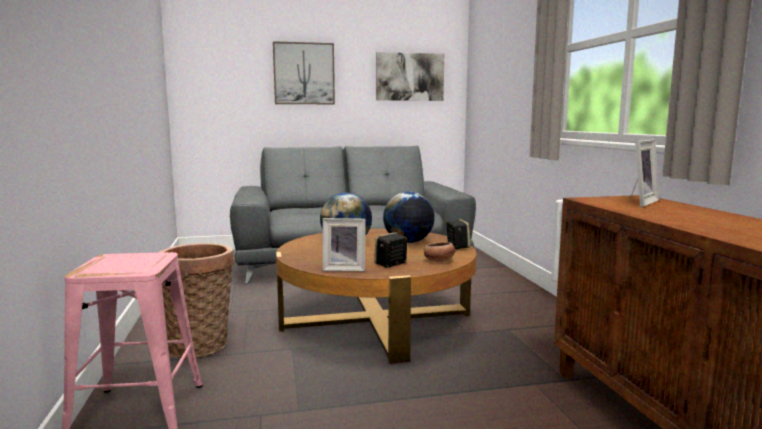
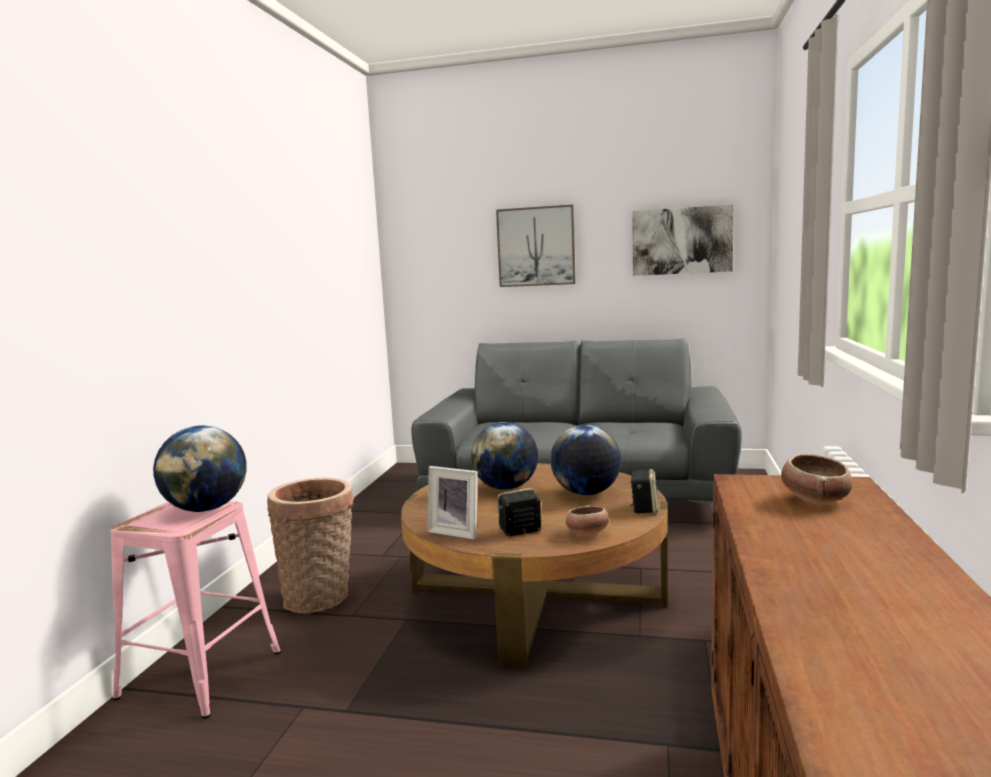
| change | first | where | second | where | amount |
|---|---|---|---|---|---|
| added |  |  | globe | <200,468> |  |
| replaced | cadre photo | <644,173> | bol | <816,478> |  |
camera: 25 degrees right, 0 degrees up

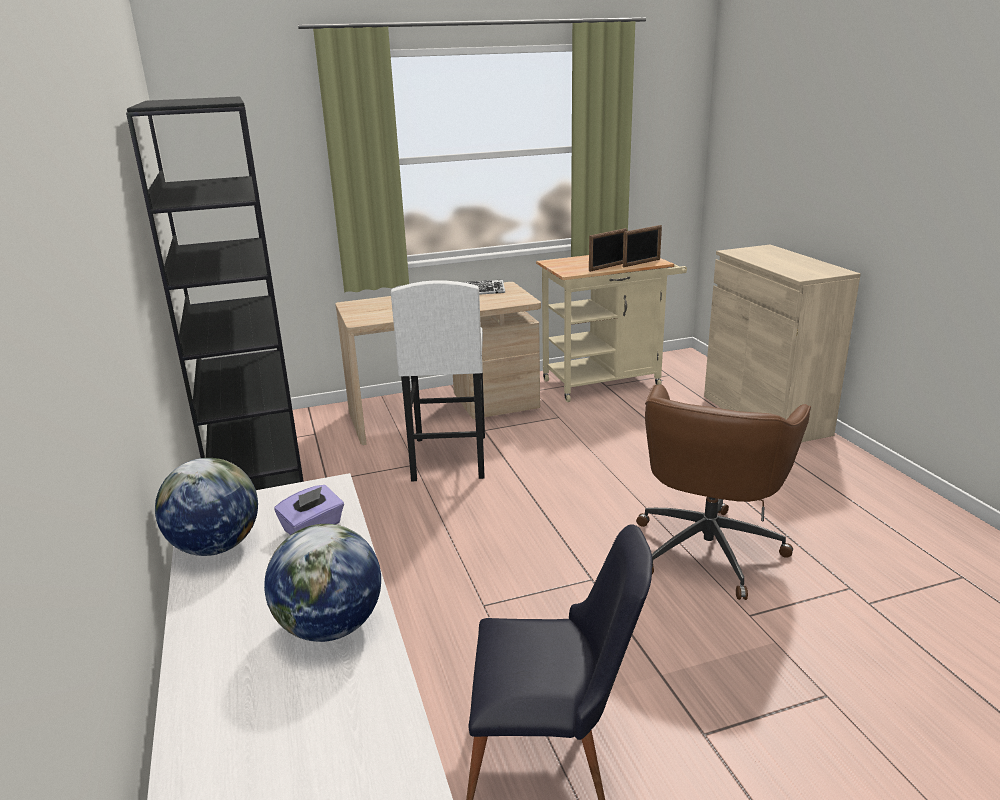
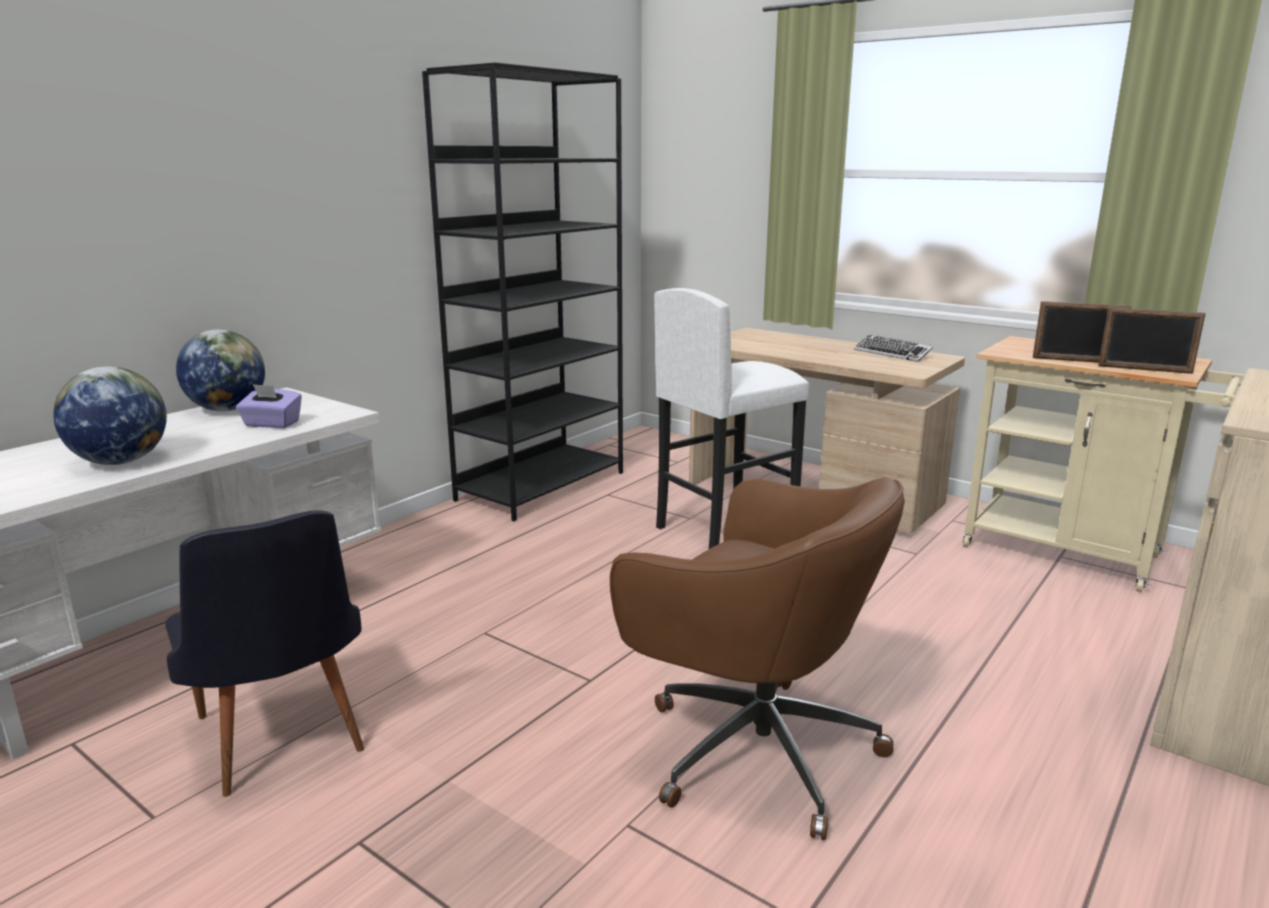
| change | first | where | second | where | amount |
|---|---|---|---|---|---|
| turned | chaise de bureau (marron) | <723,492> |  | <757,658> | 135 degrees counterclockwise |
camera: 55 degrees right, 5 degrees down

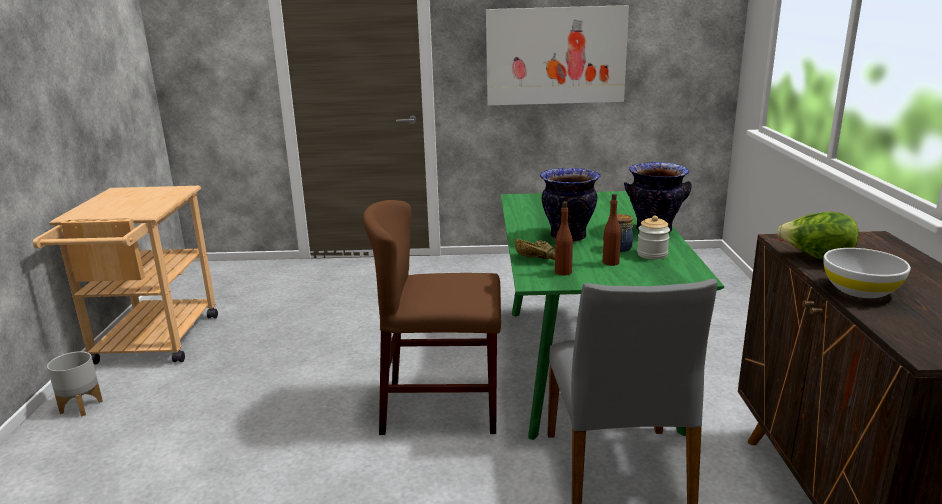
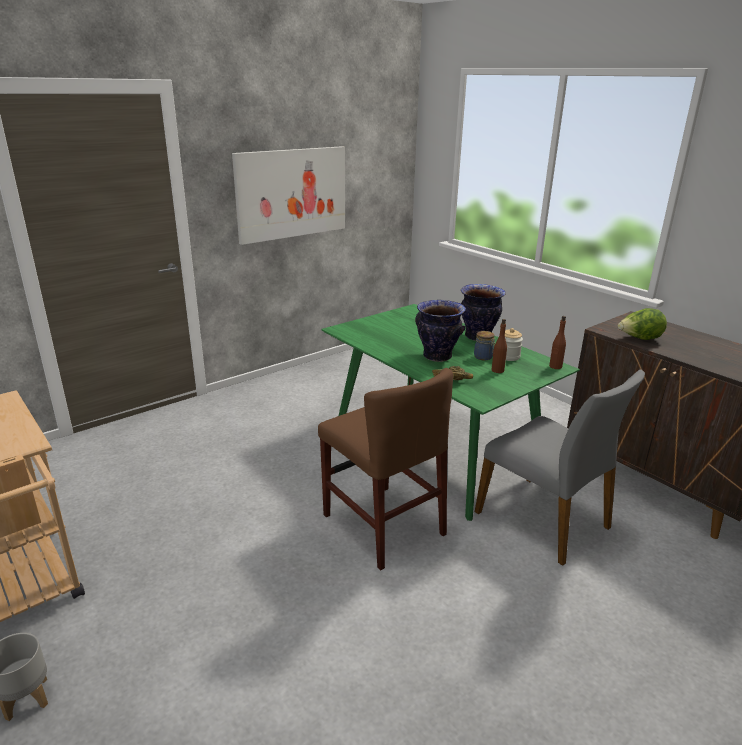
| change | first | where | second | where | amount |
|---|---|---|---|---|---|
| removed | bol (blanc) | <867,273> |  |  |  |
| moved | bouteille (marron) | <564,238> |  | <557,342> |  |
| turned | chaise (marron) | <432,317> |  | <385,469> | 90 degrees counterclockwise |
camera: 40 degrees left, 5 degrees up

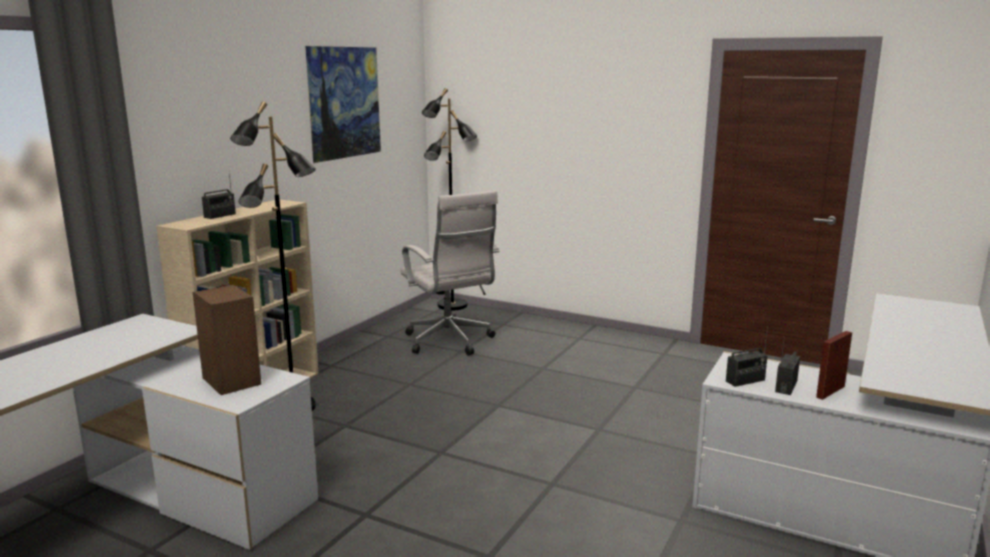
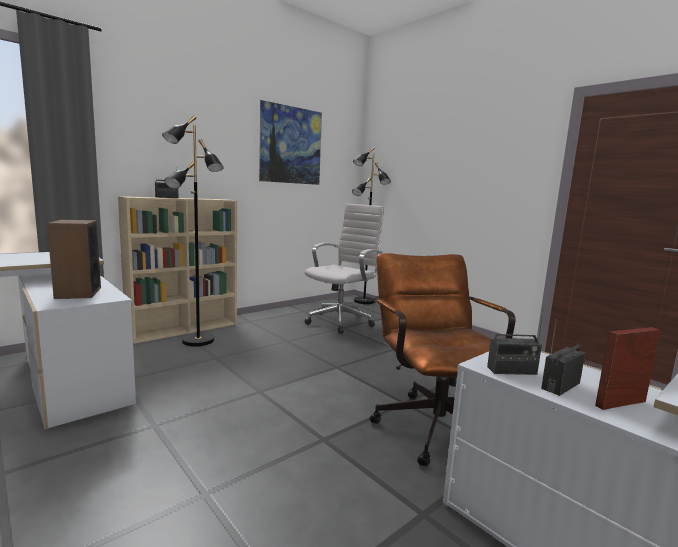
| change | first | where | second | where | amount |
|---|---|---|---|---|---|
| added |  |  | chaise de bureau (marron) | <442,359> |  |
| turned | chaise de bureau (blanc) | <450,273> |  | <344,269> | 135 degrees counterclockwise |
camera: 20 degrees right, 5 degrees down

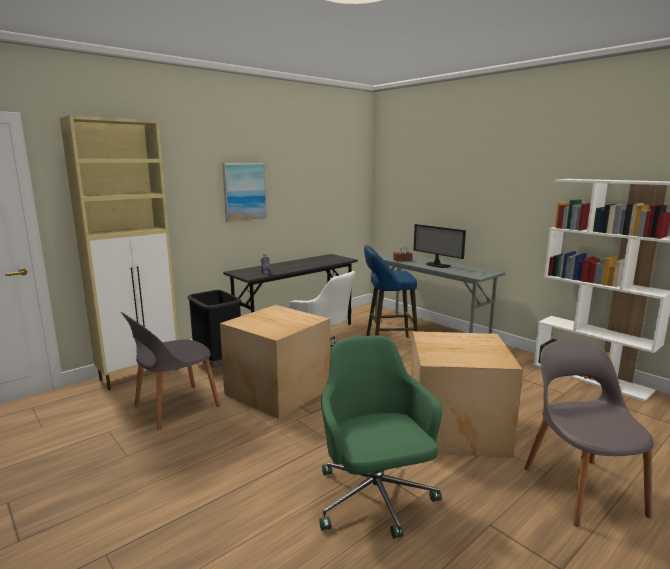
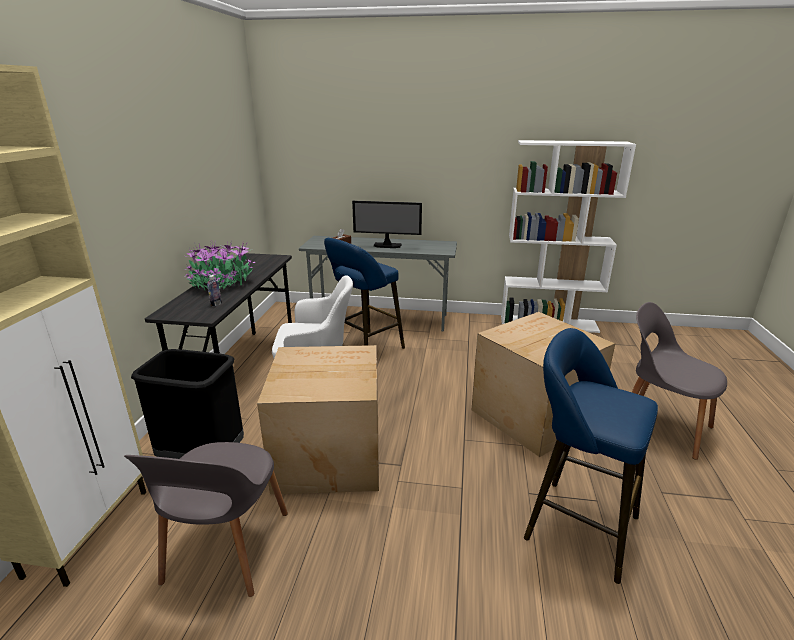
| change | first | where | second | where | amount |
|---|---|---|---|---|---|
| removed | tableau | <244,192> |  |  |  |
| added |  |  | plante en pot | <219,265> |  |
| replaced | chaise de bureau (vert) | <380,436> | tabouret (bleu) | <591,456> |  |
camera: 40 degrees left, 10 degrees up

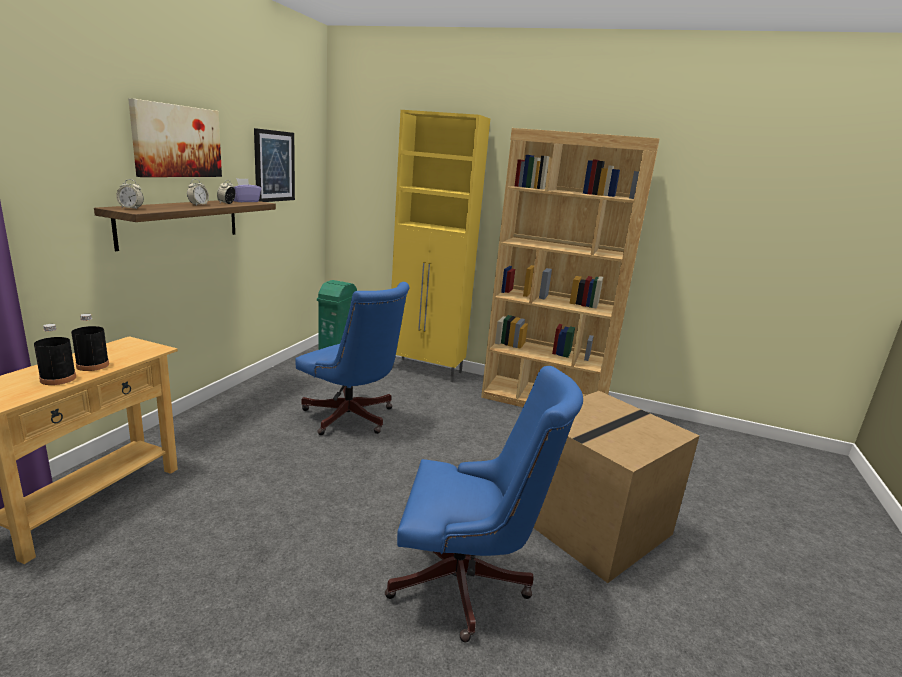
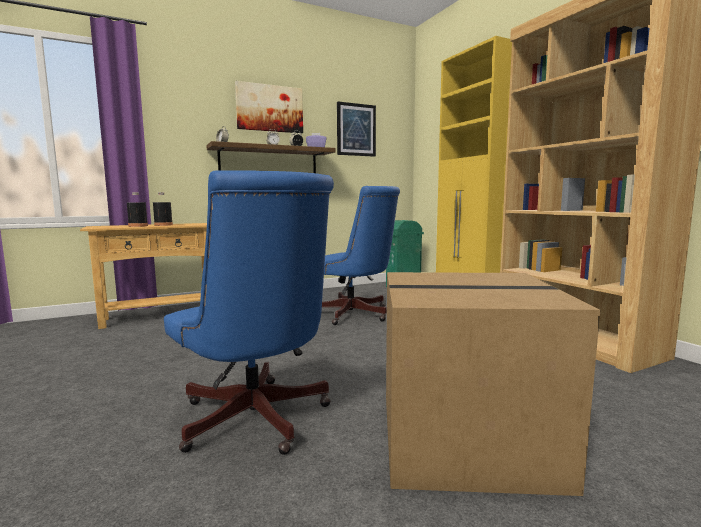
| change | first | where | second | where | amount |
|---|---|---|---|---|---|
| turned | chaise de bureau (bleu) | <352,358> |  | <361,255> | 45 degrees counterclockwise |
camera: 45 degrees right, 10 degrees down

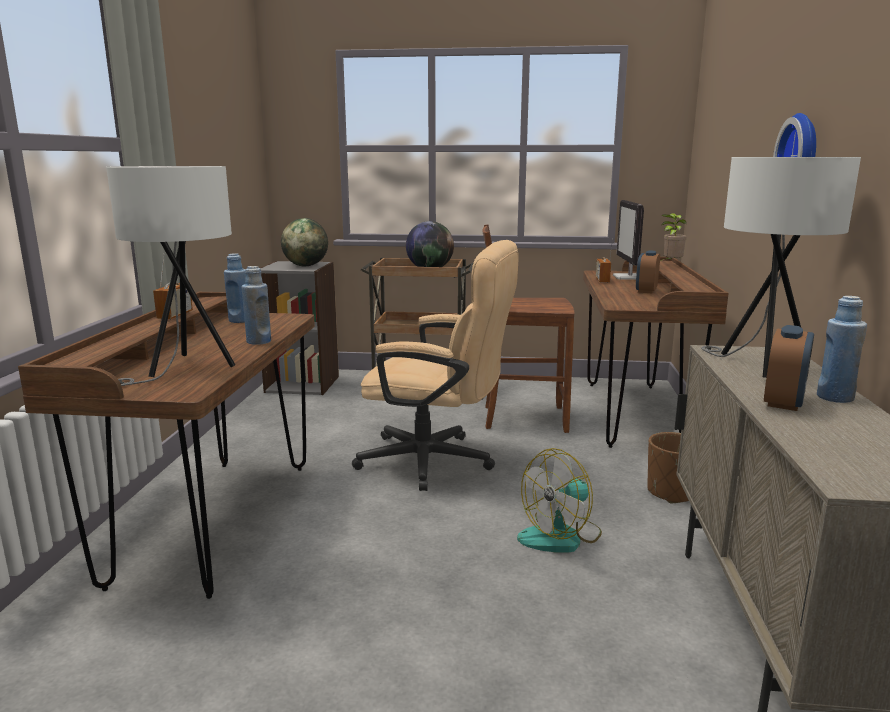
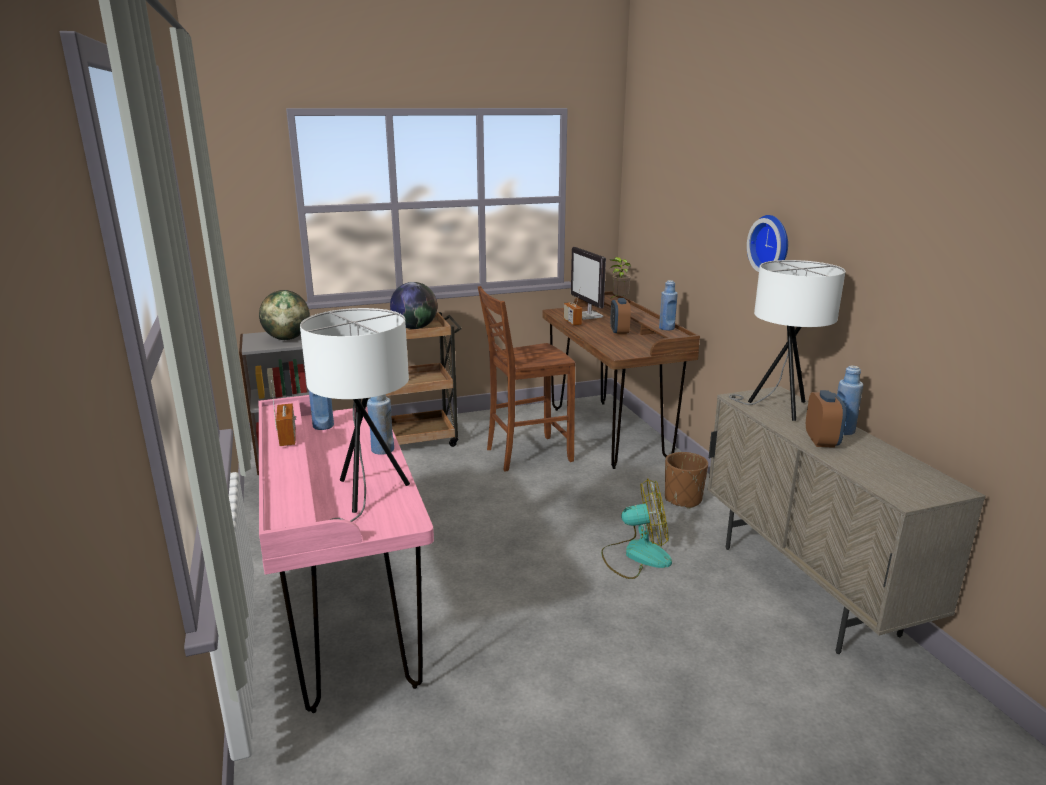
| change | first | where | second | where | amount |
|---|---|---|---|---|---|
| removed | chaise de bureau (beige) | <435,365> |  |  |  |
| added |  |  | bouteille (bleu) | <668,305> |  |
| recoloured | bureau (marron) | <166,445> | bureau (rose) | <346,554> |  |
| turned | ventilateur | <559,500> |  | <636,528> | 120 degrees counterclockwise |
camera: 25 degrees left, 5 degrees up

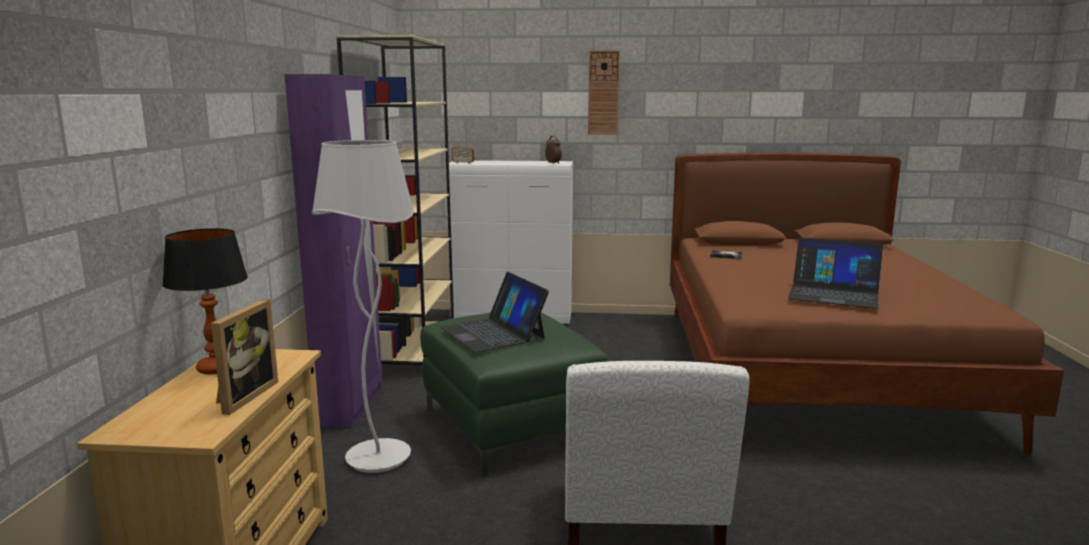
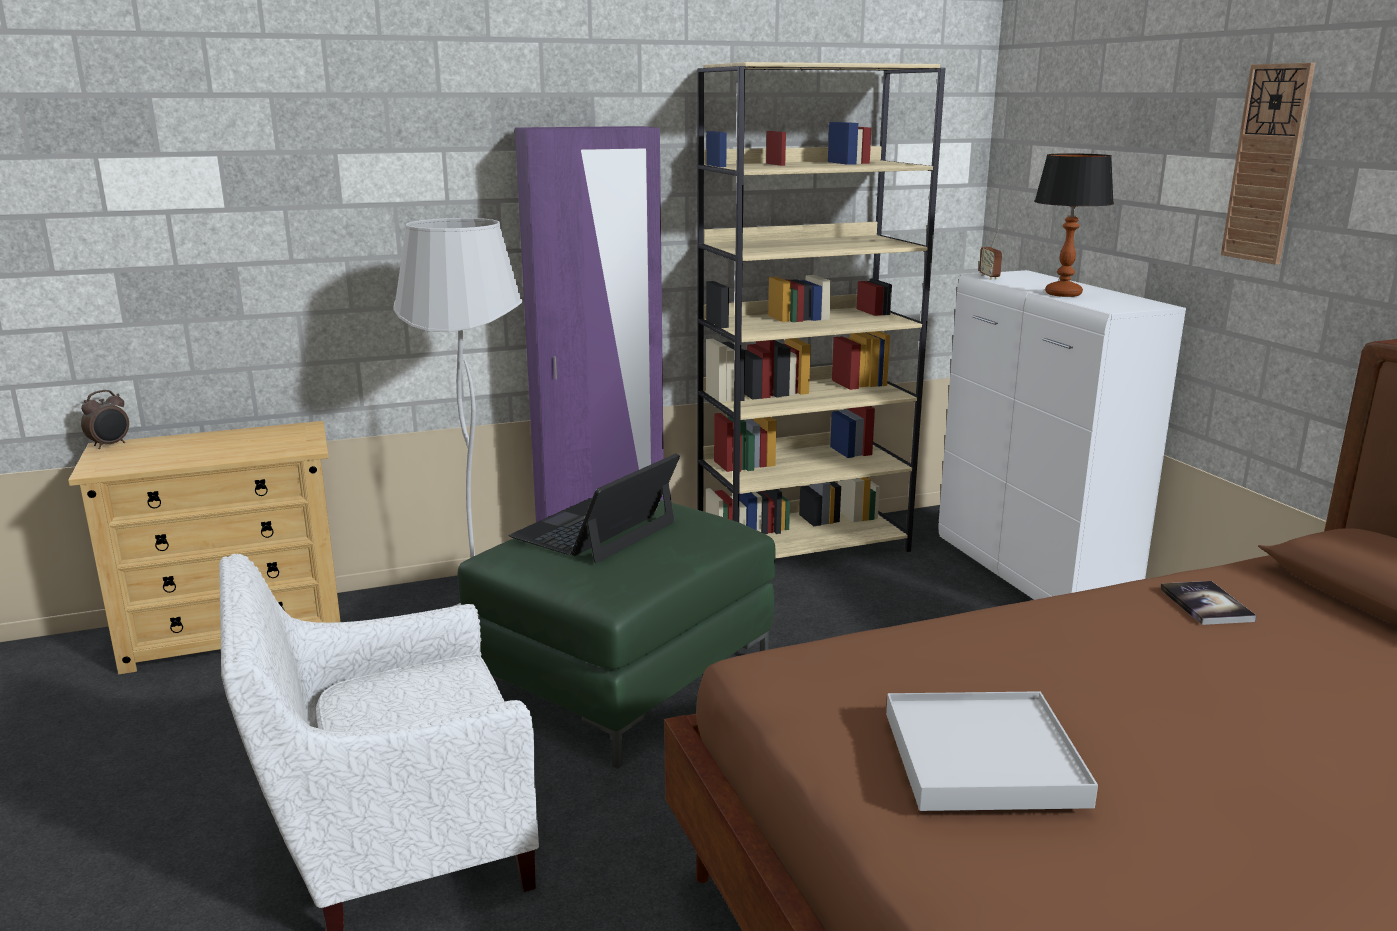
| change | first | where | second | where | amount |
|---|---|---|---|---|---|
| removed | cadre photo | <244,357> |  |  |  |
| moved | lampe de table | <205,301> |  | <1074,225> |  |
| moved | réveil | <553,150> |  | <105,419> |  |
| replaced | ordinateur portable | <835,273> | plateau (blanc) | <992,751> |  |
camera: 65 degrees right, 5 degrees up

